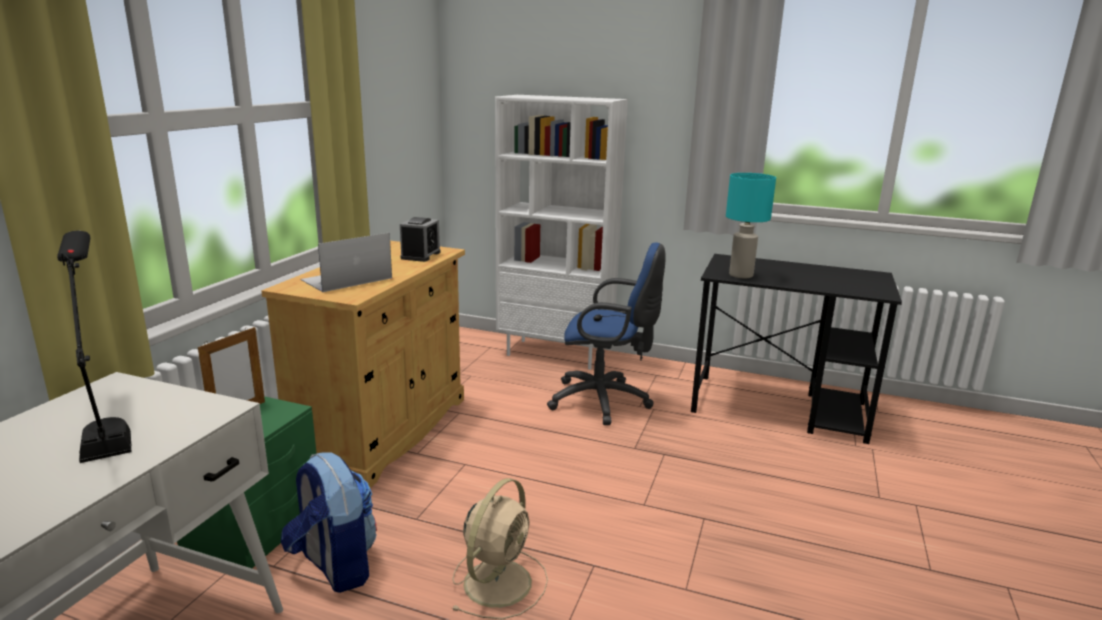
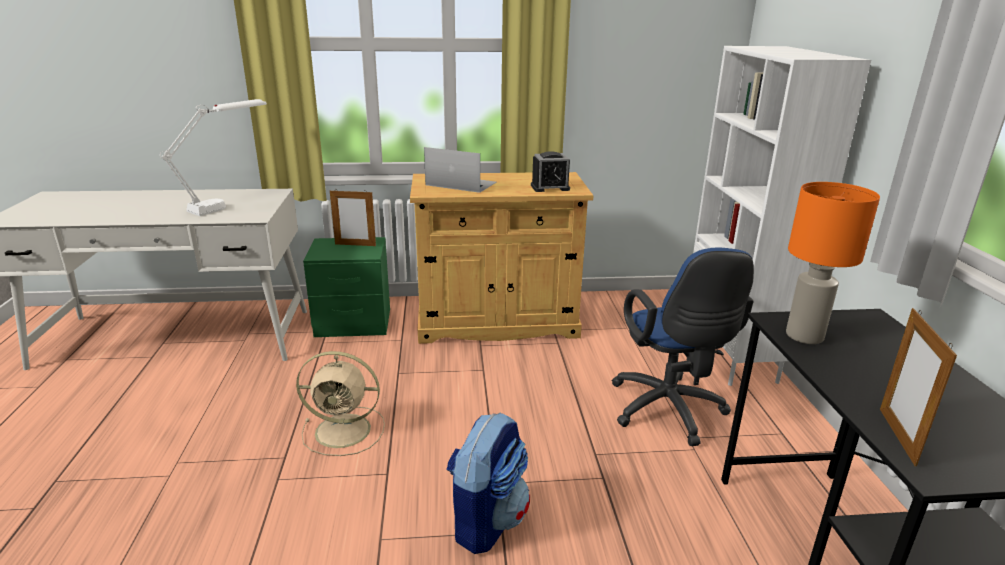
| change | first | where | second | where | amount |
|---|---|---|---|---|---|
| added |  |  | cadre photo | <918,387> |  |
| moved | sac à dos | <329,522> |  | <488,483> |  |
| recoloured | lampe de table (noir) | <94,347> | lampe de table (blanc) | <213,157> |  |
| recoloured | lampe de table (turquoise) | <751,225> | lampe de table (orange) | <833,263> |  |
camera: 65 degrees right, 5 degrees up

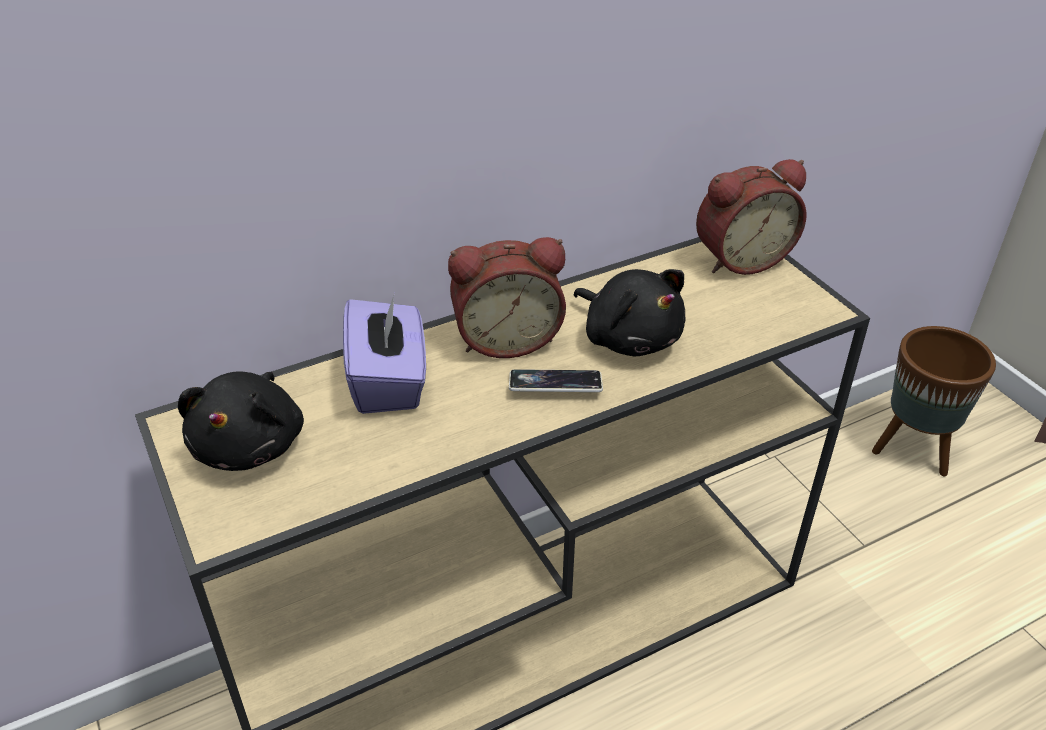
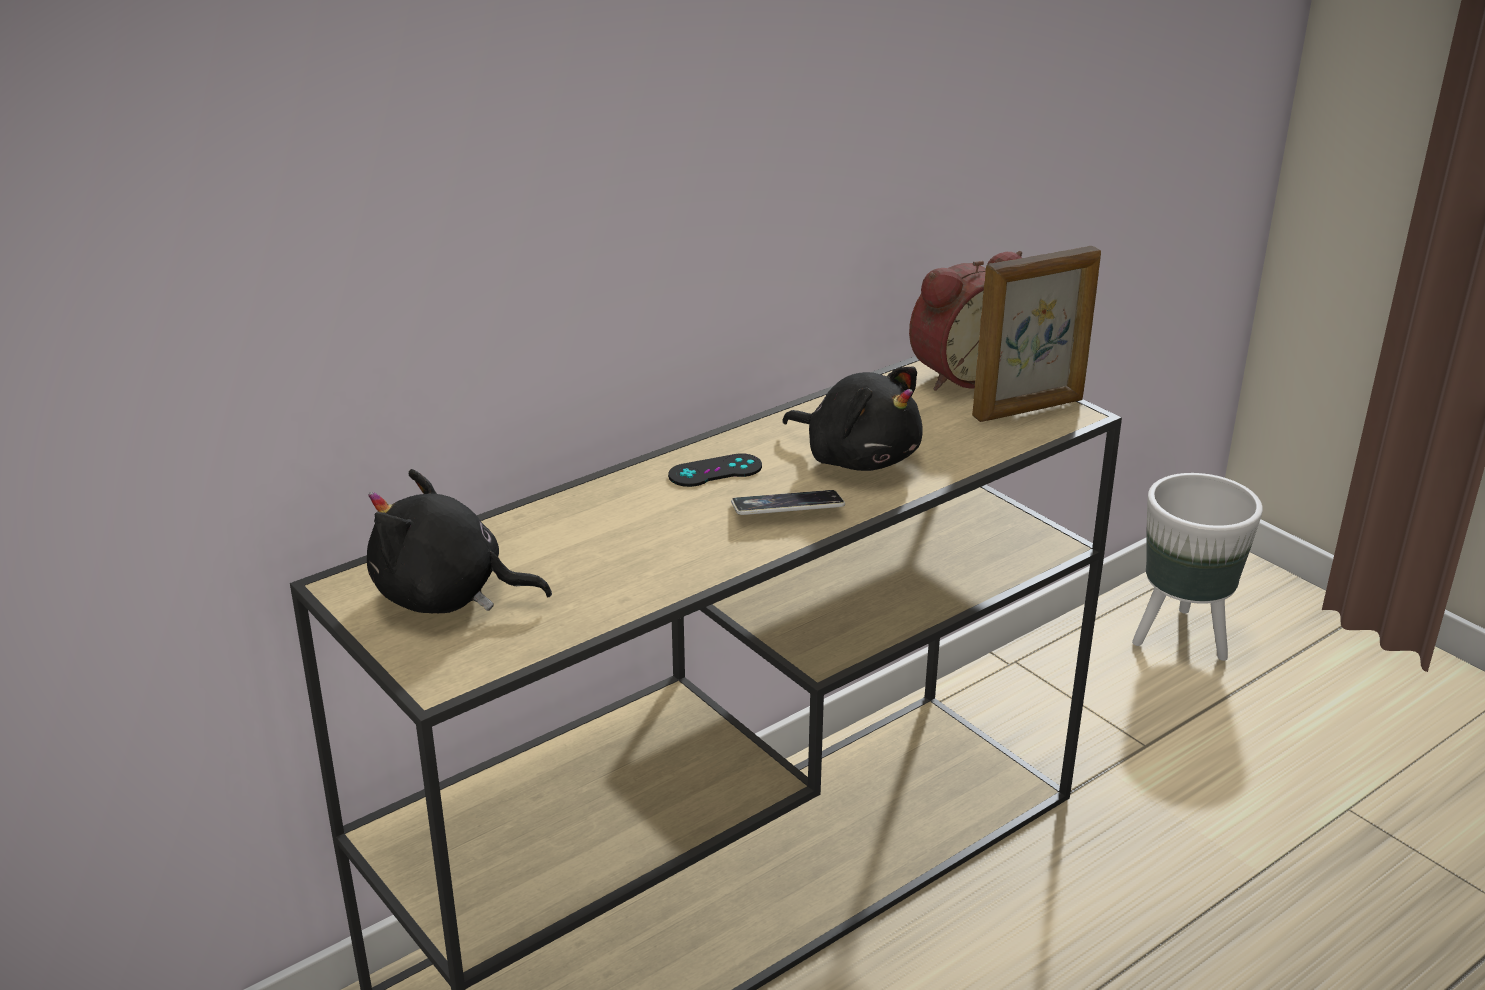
| change | first | where | second | where | amount |
|---|---|---|---|---|---|
| removed | boîte à mouchoirs (violet) | <384,353> |  |  |  |
| added |  |  | cadre photo | <1036,334> |  |
| replaced | réveil | <507,297> | manette (noir) | <715,470> |  |
| recoloured | cache-pot (marron) | <934,401> | cache-pot (blanc) | <1197,567> |  |
| turned | peluche (noir) | <241,421> |  | <459,541> | 105 degrees clockwise |
camera: 10 degrees left, 10 degrees down

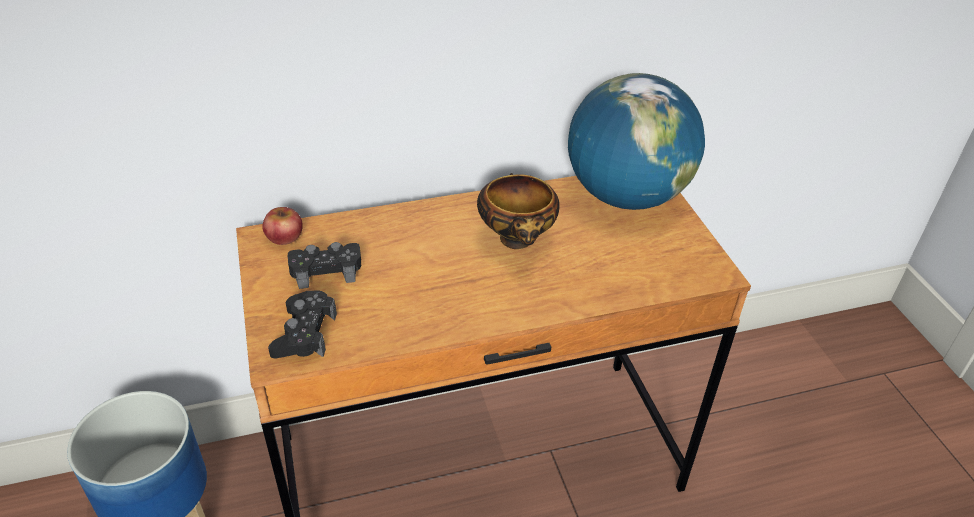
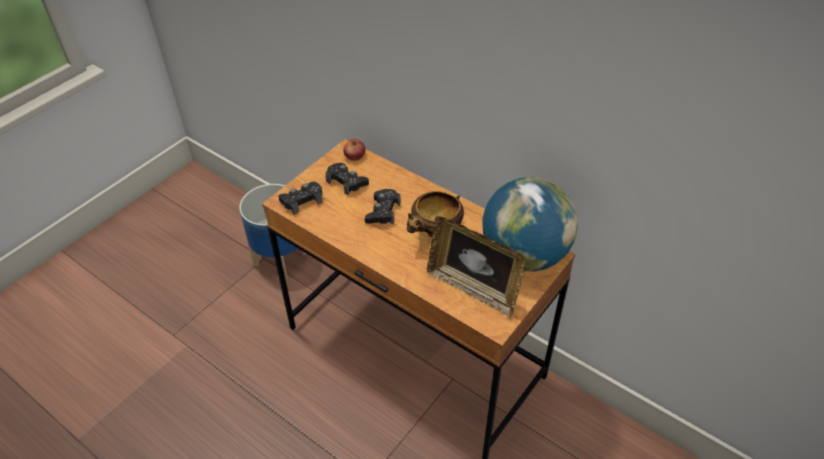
| change | first | where | second | where | amount |
|---|---|---|---|---|---|
| added |  |  | manette (noir) | <383,207> |  |
| added |  |  | cadre photo | <476,267> |  |
camera: 55 degrees right, 5 degrees up

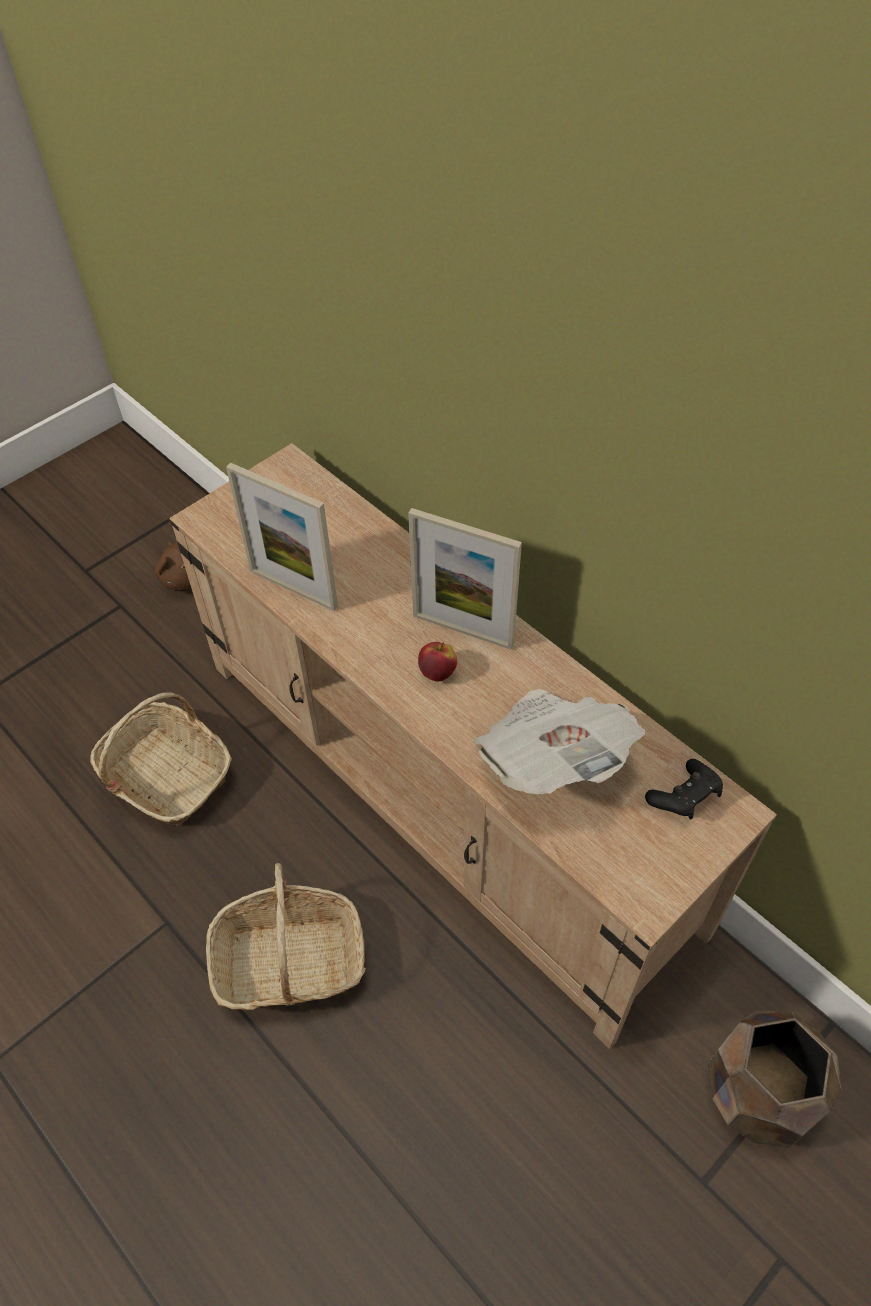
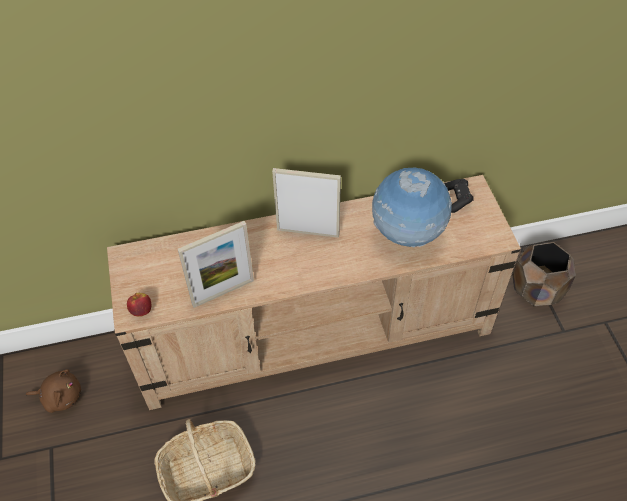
| change | first | where | second | where | amount |
|---|---|---|---|---|---|
| removed | panier | <286,936> |  |  |  |
| moved | pomme | <437,662> |  | <139,305> |  |
| replaced | journal | <559,741> | globe | <412,207> |  |
| turned | cadre photo | <465,578> |  | <306,203> | 135 degrees counterclockwise |
camera: 60 degrees left, 0 degrees up

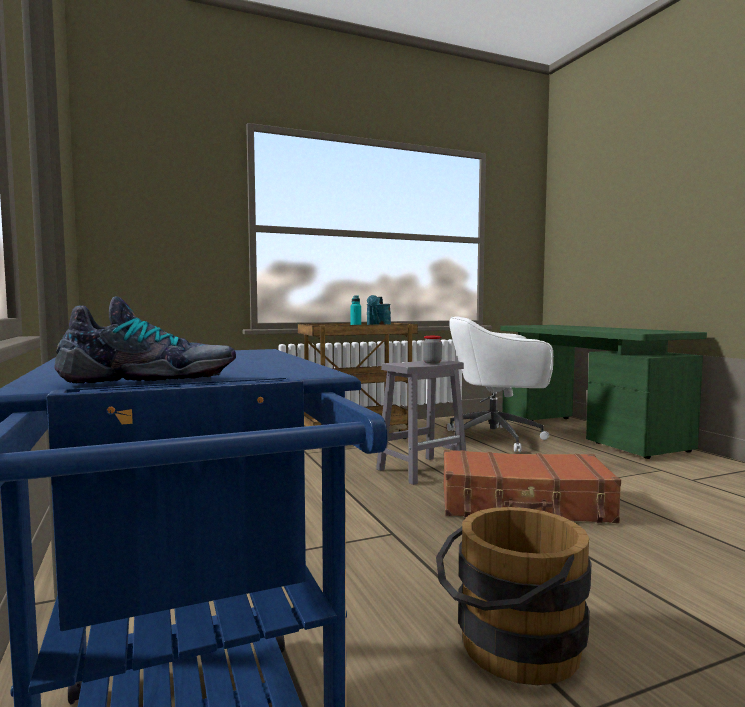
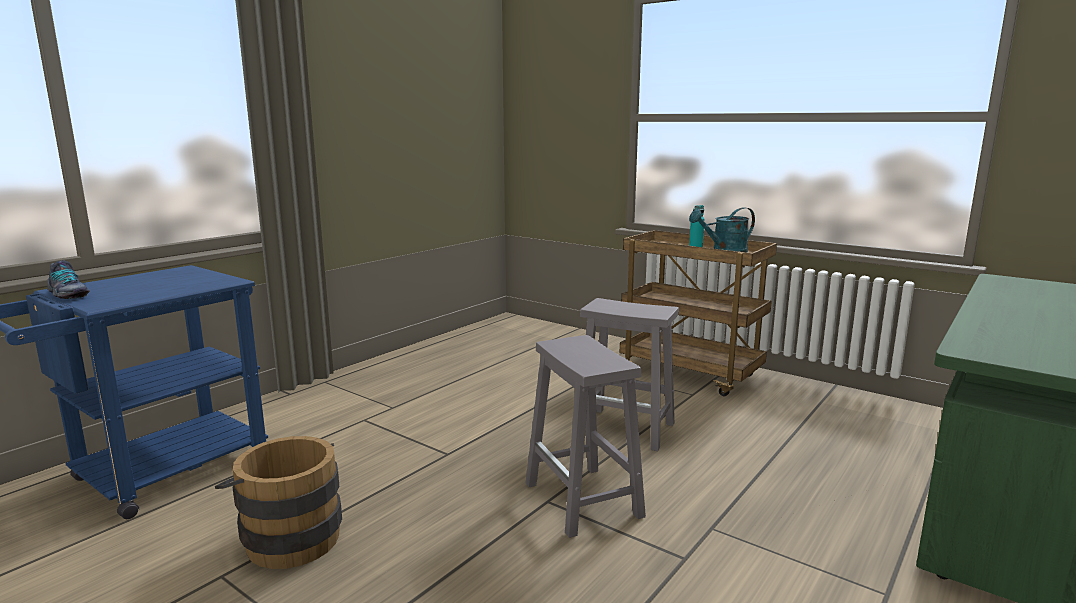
| change | first | where | second | where | amount |
|---|---|---|---|---|---|
| removed | bocal | <432,350> |  |  |  |
| removed | chaise de bureau (blanc) | <500,384> |  |  |  |
| replaced | valise (marron) | <532,486> | tabouret (gris) | <586,436> |  |
camera: 60 degrees right, 10 degrees up

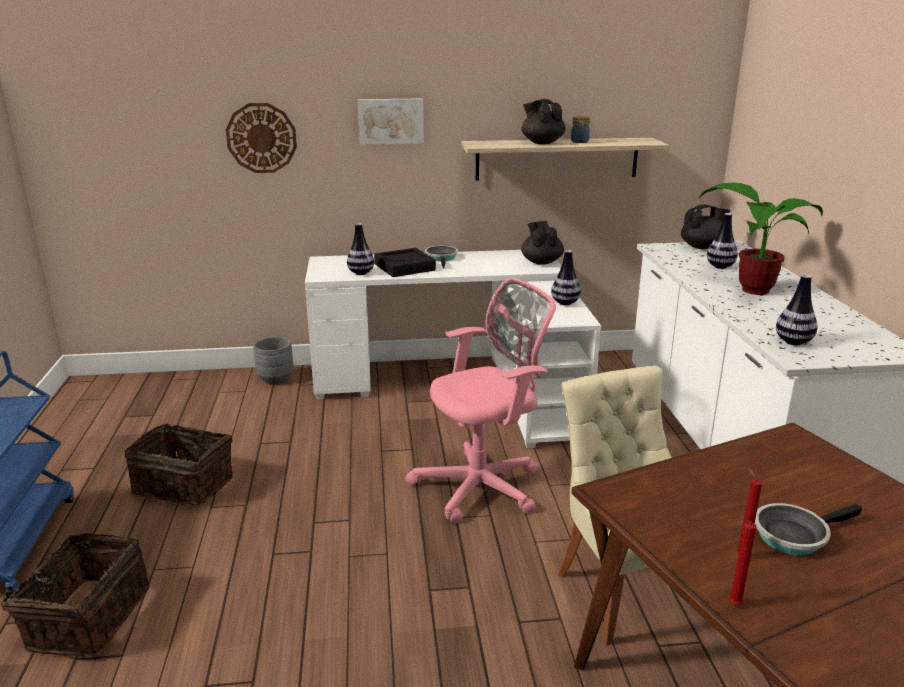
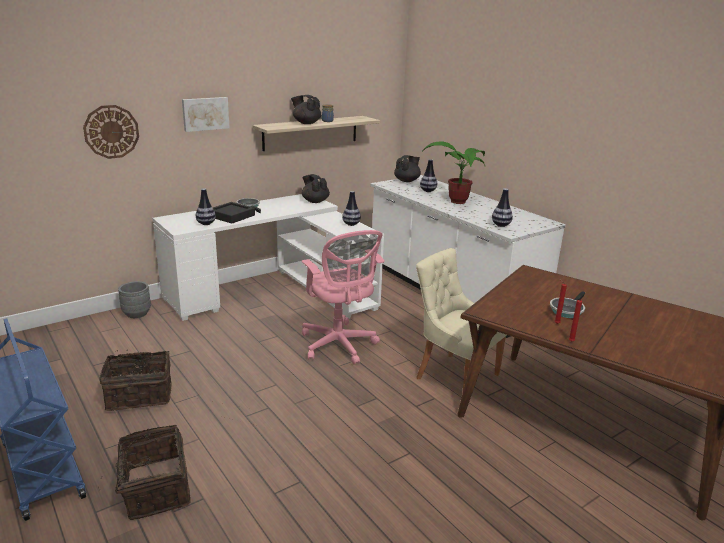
| change | first | where | second | where | amount |
|---|---|---|---|---|---|
| turned | chaise de bureau (rose) | <480,400> |  | <343,297> | 120 degrees clockwise |
camera: 30 degrees left, 0 degrees up

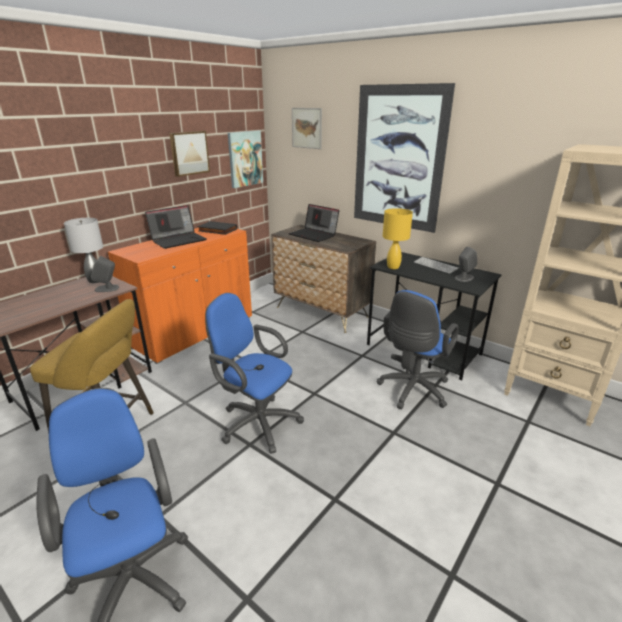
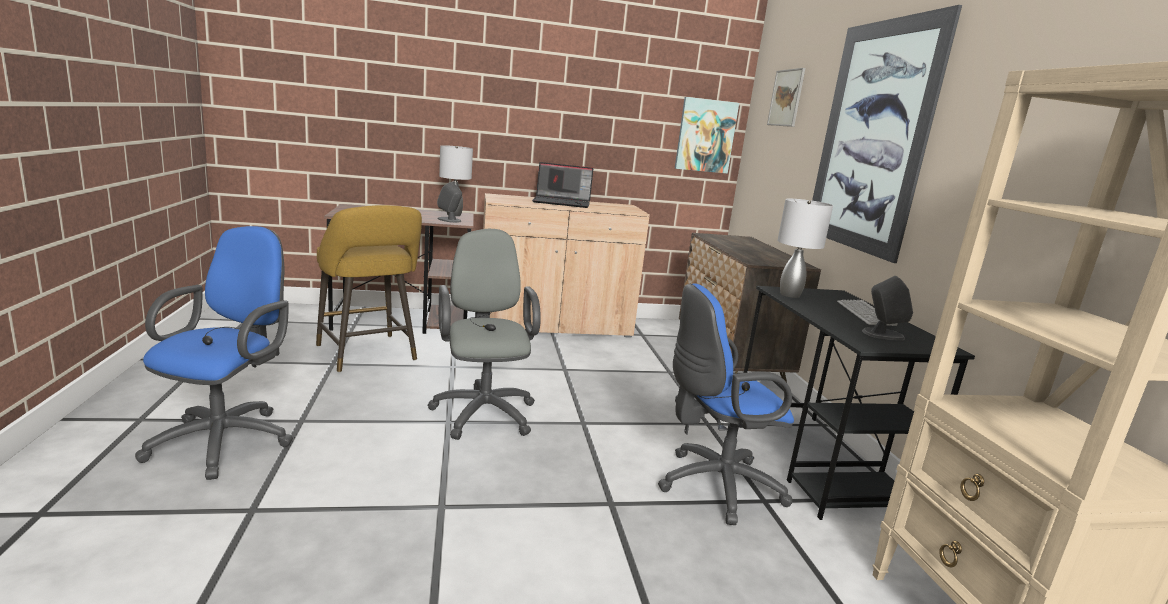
| change | first | where | second | where | amount |
|---|---|---|---|---|---|
| removed | tableau | <189,154> |  |  |  |
| removed | livre (noir) | <217,228> |  |  |  |
| removed | ordinateur portable | <314,223> |  |  |  |
| recoloured | meuble de rangement (orange) | <180,296> | meuble de rangement (beige) | <566,265> |  |
| recoloured | chaise de bureau (bleu) | <254,373> | chaise de bureau (gris) | <484,334> |  |
| recoloured | lampe de table (jaune) | <398,238> | lampe de table (gris) | <805,248> |  |
camera: 40 degrees right, 10 degrees down

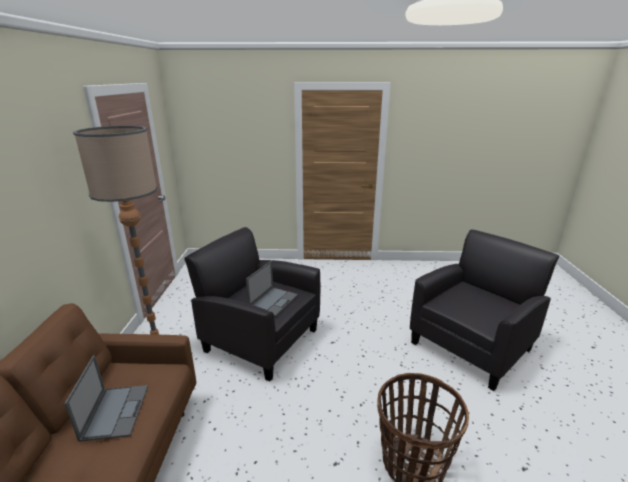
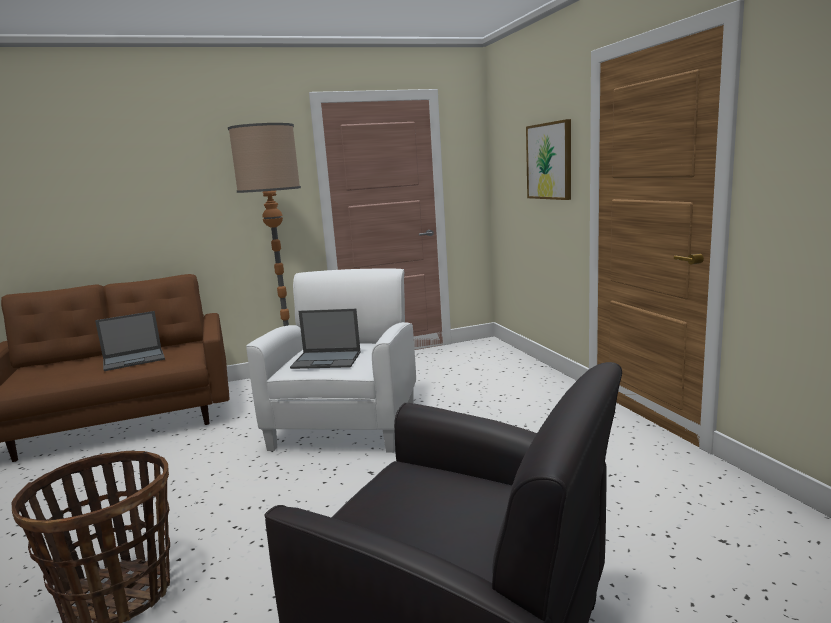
| change | first | where | second | where | amount |
|---|---|---|---|---|---|
| added |  |  | tableau | <548,159> |  |
| recoloured | fauteuil (noir) | <252,304> | fauteuil (blanc) | <331,361> |  |
camera: 70 degrees right, 10 degrees down

